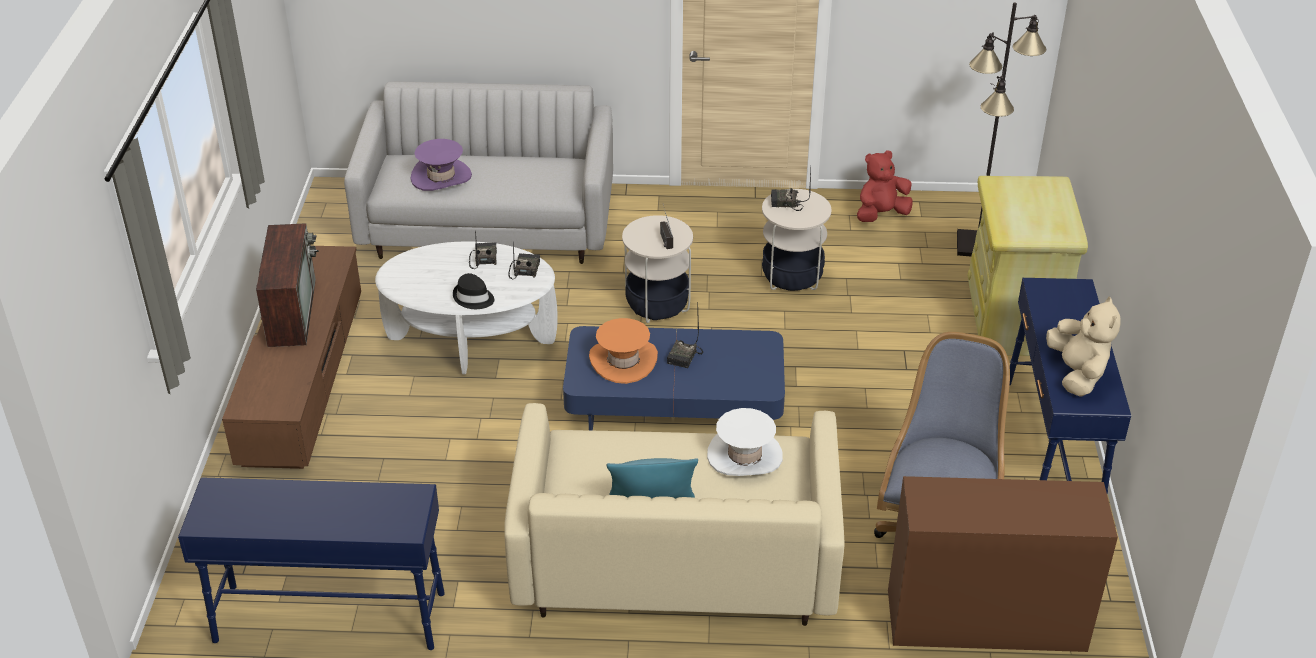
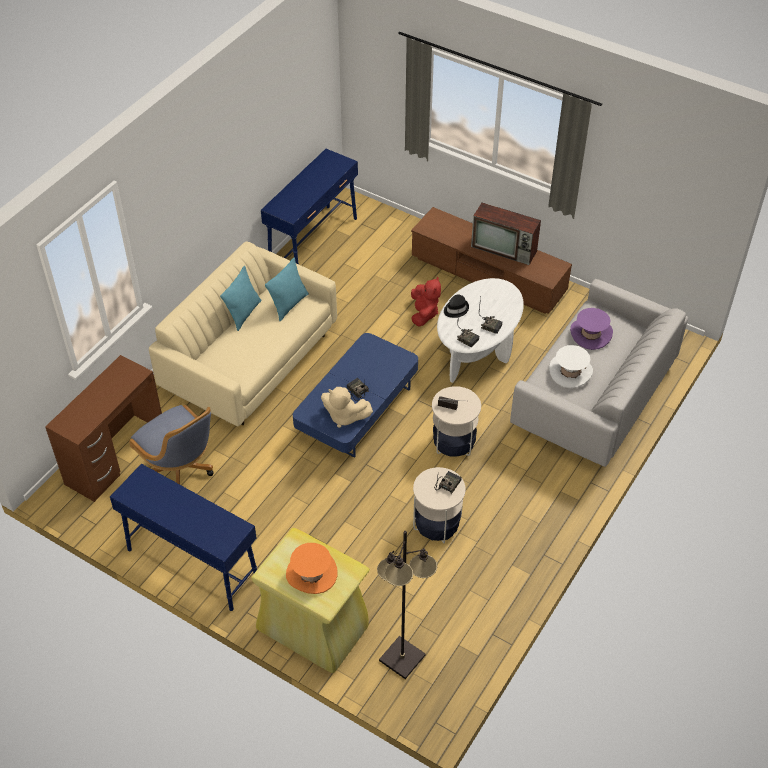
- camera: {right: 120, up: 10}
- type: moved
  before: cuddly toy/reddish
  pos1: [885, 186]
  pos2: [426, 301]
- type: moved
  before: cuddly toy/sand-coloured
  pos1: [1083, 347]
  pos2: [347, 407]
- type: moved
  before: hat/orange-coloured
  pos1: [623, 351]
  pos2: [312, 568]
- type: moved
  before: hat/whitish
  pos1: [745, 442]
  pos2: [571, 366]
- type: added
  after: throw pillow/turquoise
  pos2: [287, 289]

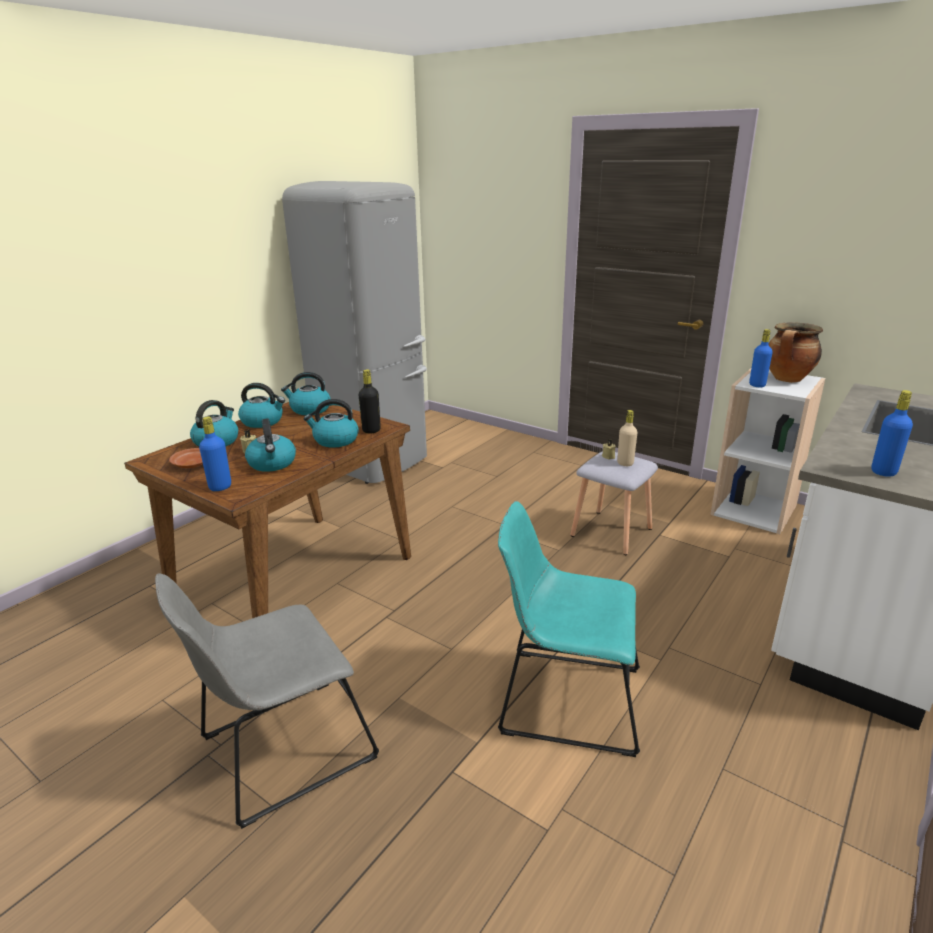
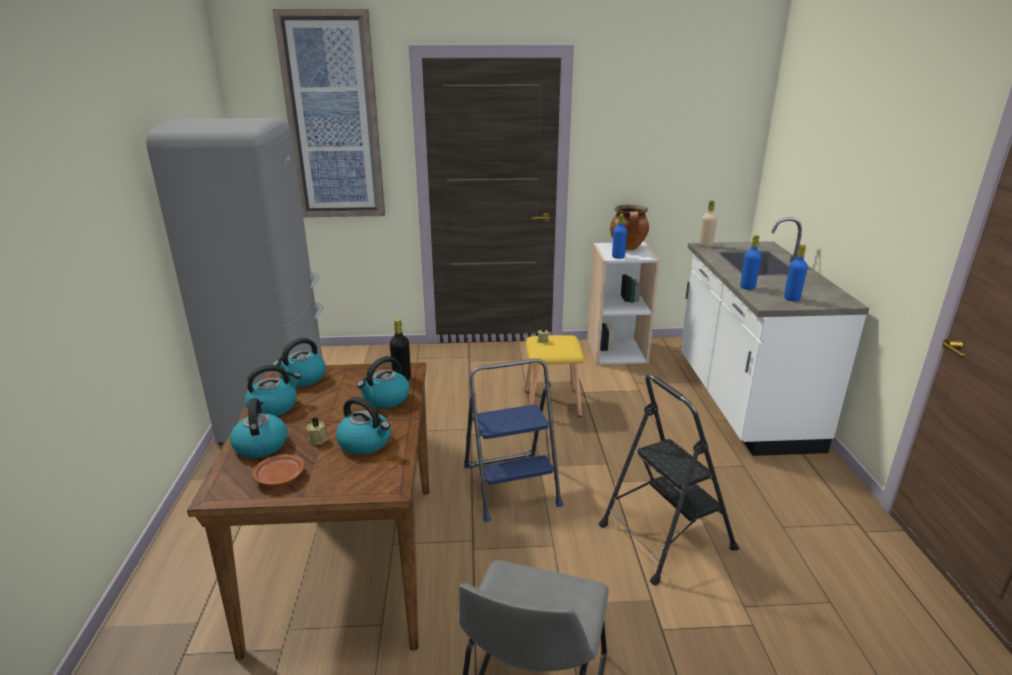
- camera: {right: -40, up: 0}
- type: moved
  before: drink bottle/sand-coloured
  pos1: [627, 438]
  pos2: [708, 223]
- type: moved
  before: drink bottle/blue
  pos1: [215, 453]
  pos2: [751, 262]
- type: recoloured
  before: sitting stool/gray
  after: sitting stool/yellowish
  pos1: [614, 503]
  pos2: [554, 376]
- type: replaced
  before: upright chair/turquoise
  after: step ladder/blackish
  pos1: [569, 629]
  pos2: [669, 479]
- type: added
  after: picture
  pos2: [328, 113]
- type: added
  after: step ladder/blue
  pos2: [514, 440]

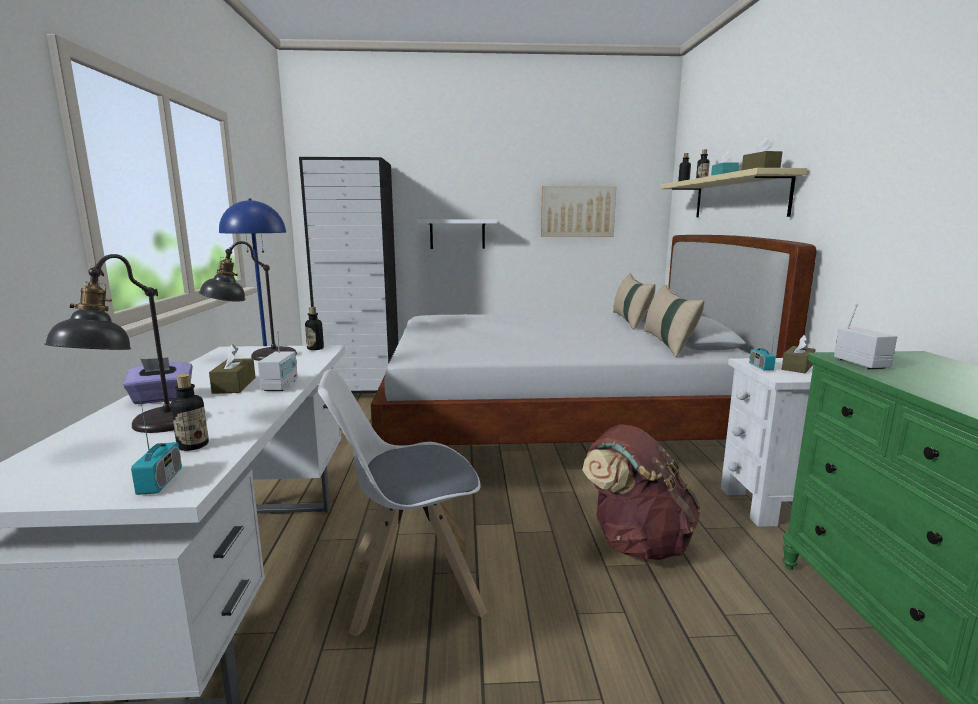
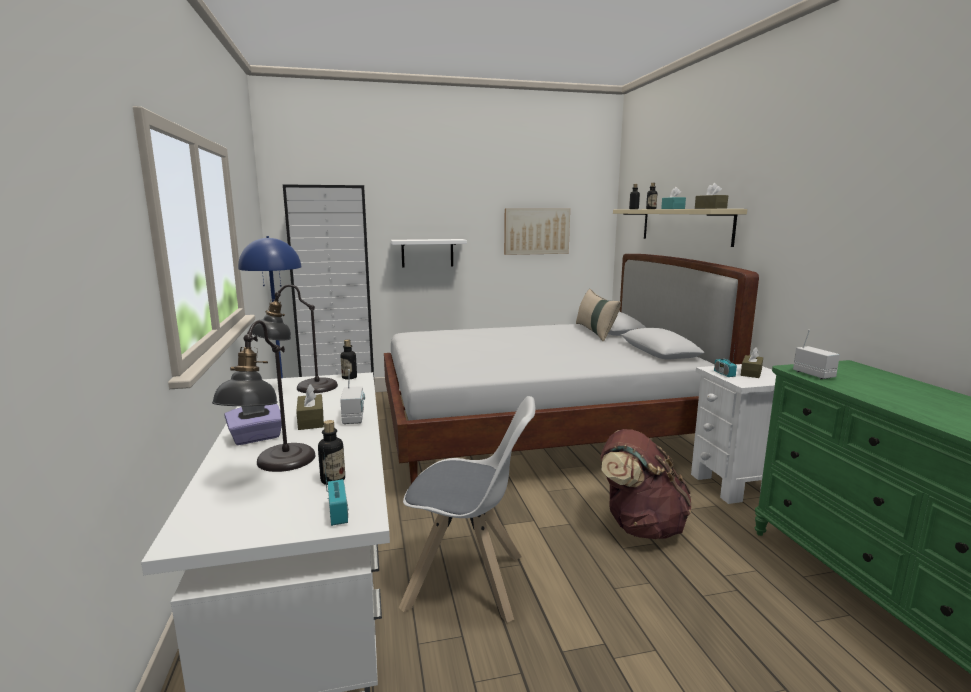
- camera: {right: -10, up: 0}
- type: removed
  before: throw pillow/sand-coloured
  pos1: [674, 321]
- type: turned
  before: upright chair
  pos1: [402, 503]
  pos2: [467, 509]
  turn: -150

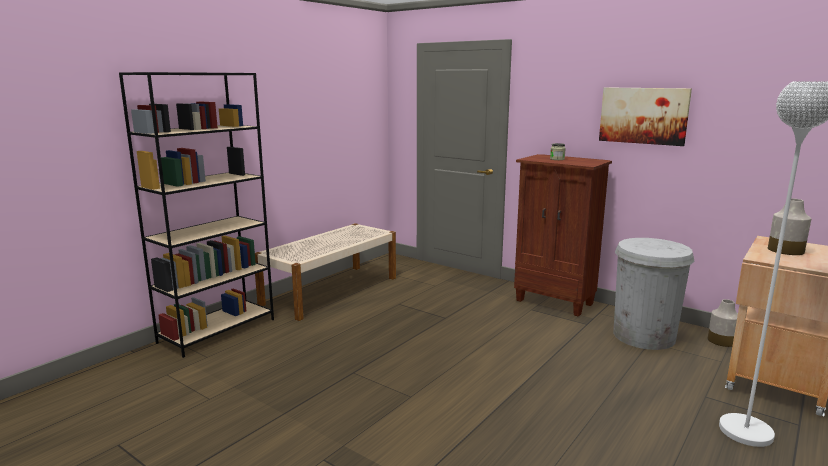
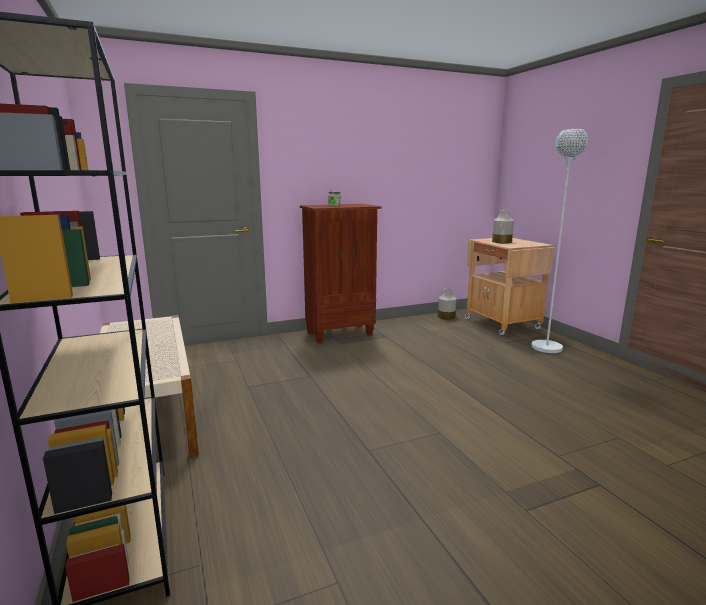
- camera: {right: -60, up: 0}
- type: removed
  before: picture
  pos1: [645, 116]
- type: removed
  before: trash can/whitish
  pos1: [654, 294]

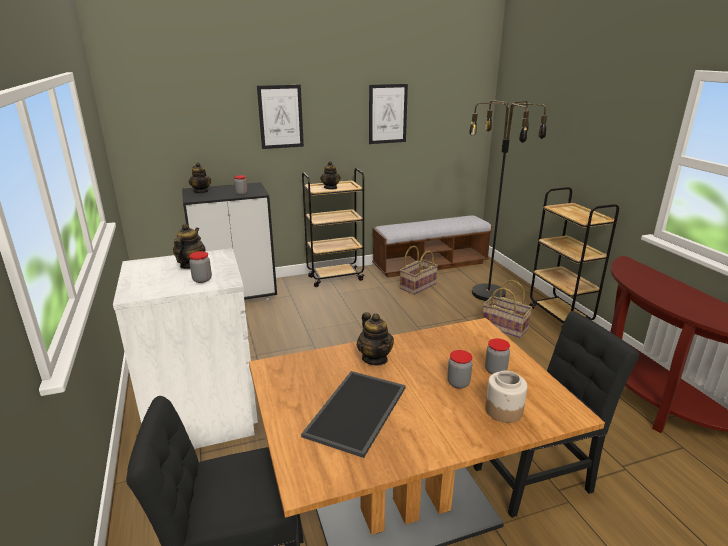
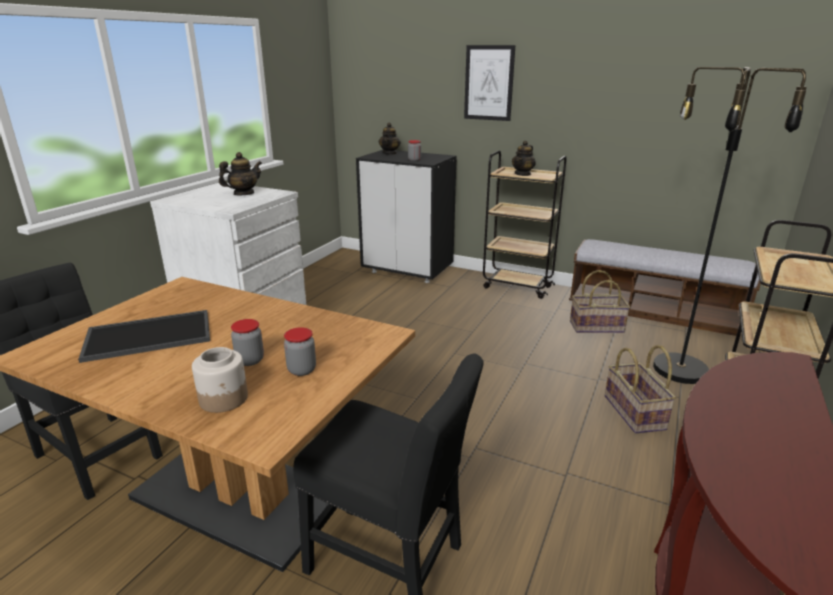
- camera: {right: 45, up: 0}
- type: removed
  before: picture
  pos1: [388, 114]
- type: removed
  before: preserve jar
  pos1: [200, 267]
- type: removed
  before: tea pot
  pos1: [375, 339]

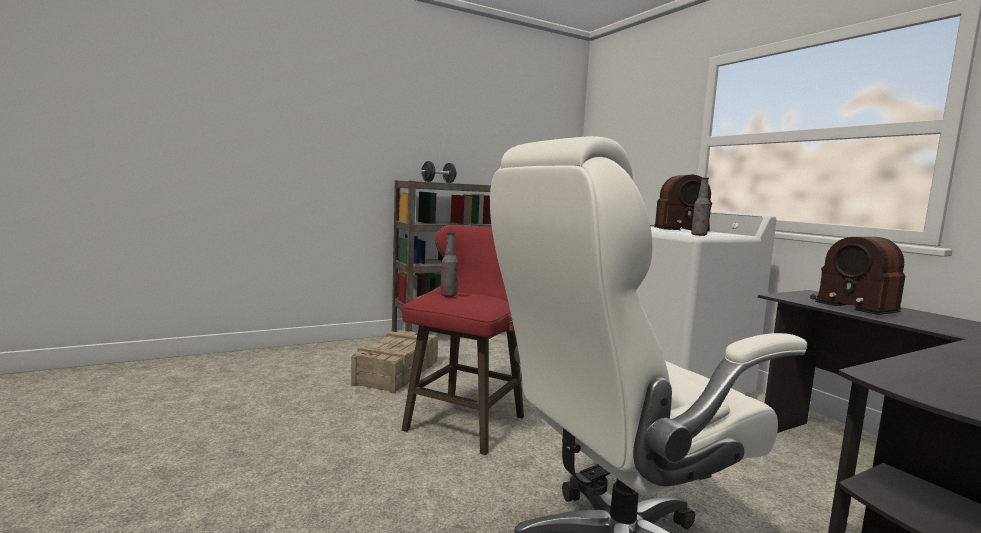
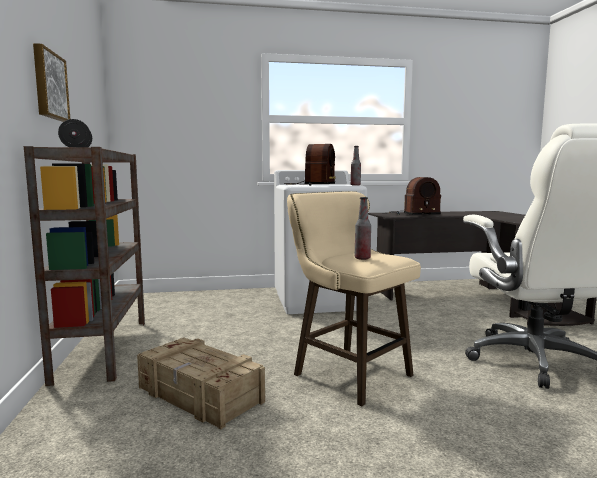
- camera: {right: -70, up: 0}
- type: recoloured
  before: sitting stool/reddish
  after: sitting stool/sand-coloured
  pos1: [463, 340]
  pos2: [354, 299]
- type: added
  after: picture
  pos2: [51, 82]

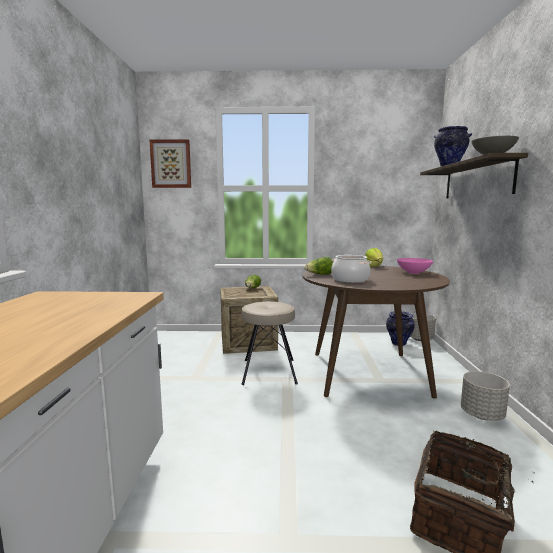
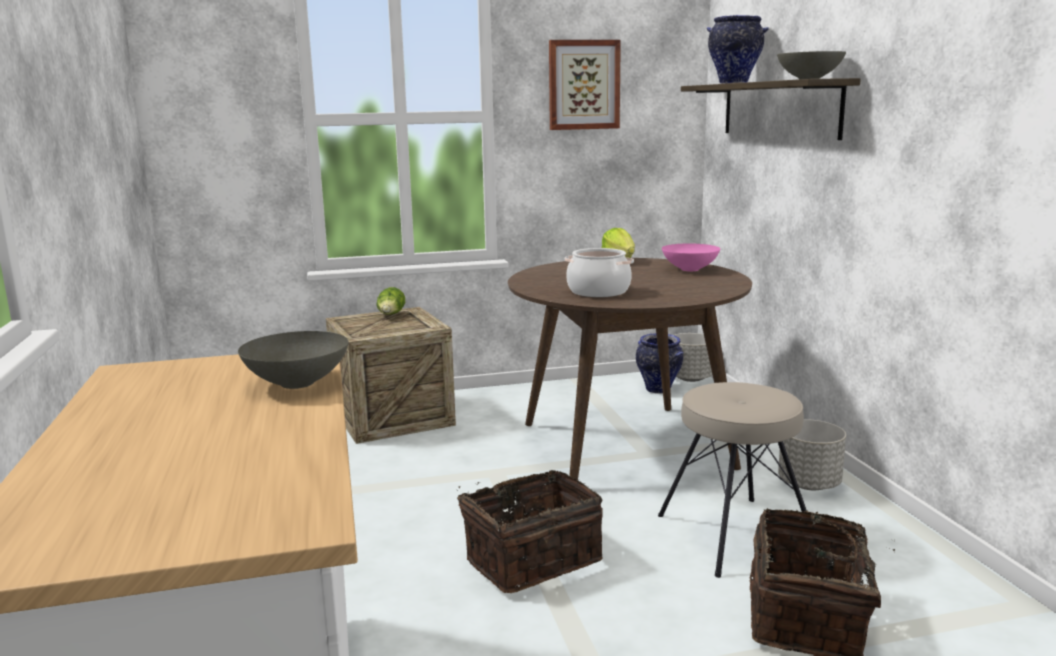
- camera: {right: -15, up: 5}
- type: moved
  before: picture
  pos1: [170, 163]
  pos2: [585, 85]
- type: removed
  before: lettuce
  pos1: [318, 266]
- type: moved
  before: sitting stool/sand-coloured
  pos1: [270, 343]
  pos2: [736, 480]
- type: added
  after: deep dish/gray
  pos2: [293, 360]
- type: added
  after: basket
  pos2: [530, 531]

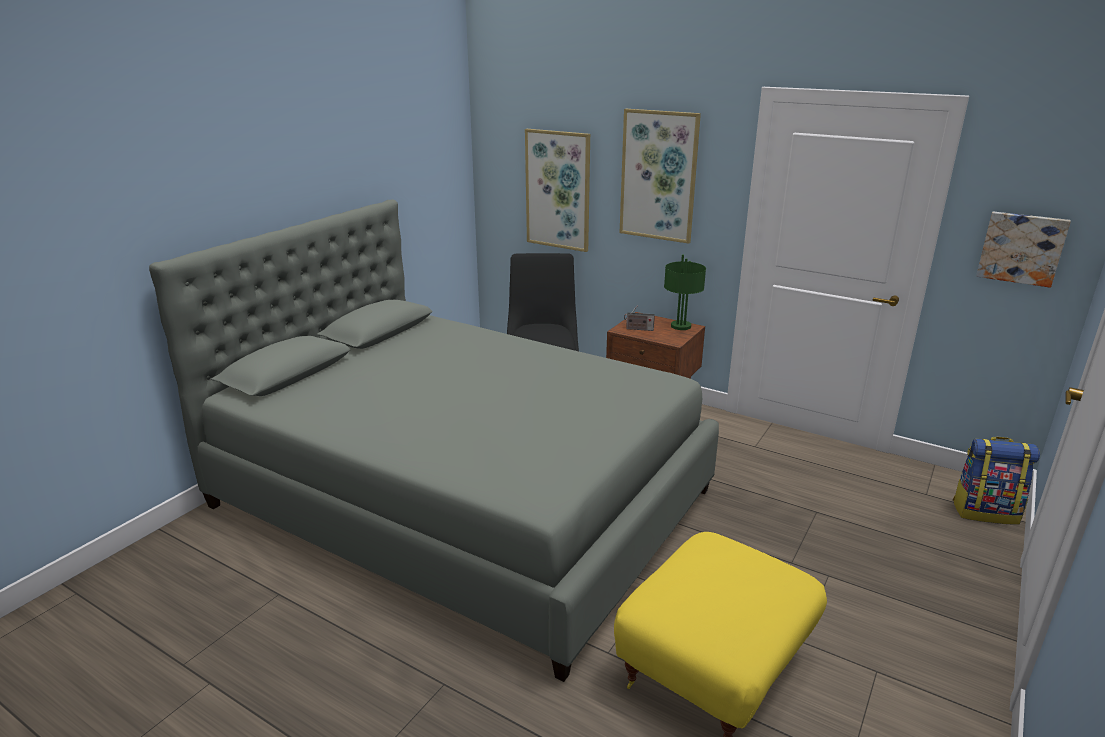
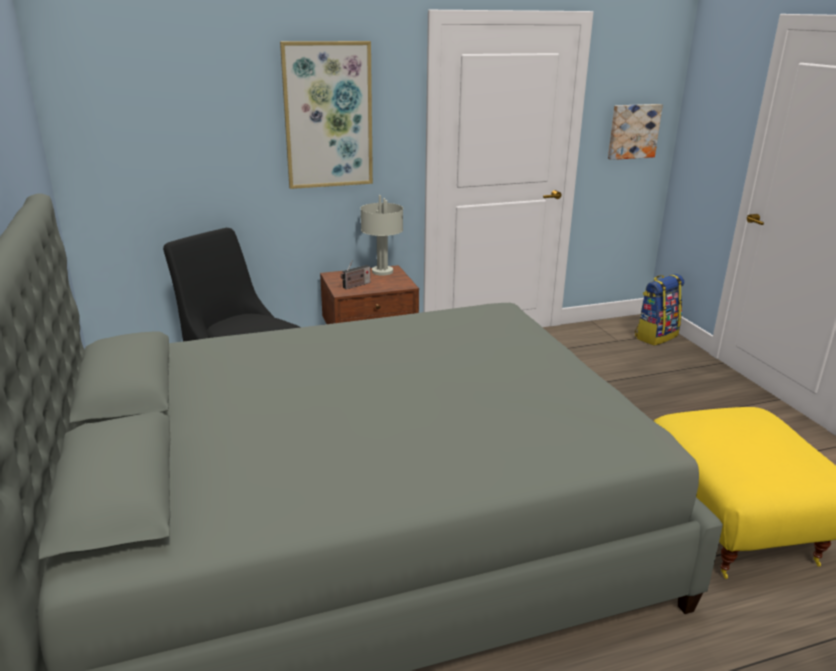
- camera: {right: -50, up: 0}
- type: removed
  before: picture
  pos1: [557, 190]
- type: recoloured
  before: tabletop lamp/greenish
  after: tabletop lamp/gray
  pos1: [685, 292]
  pos2: [381, 235]

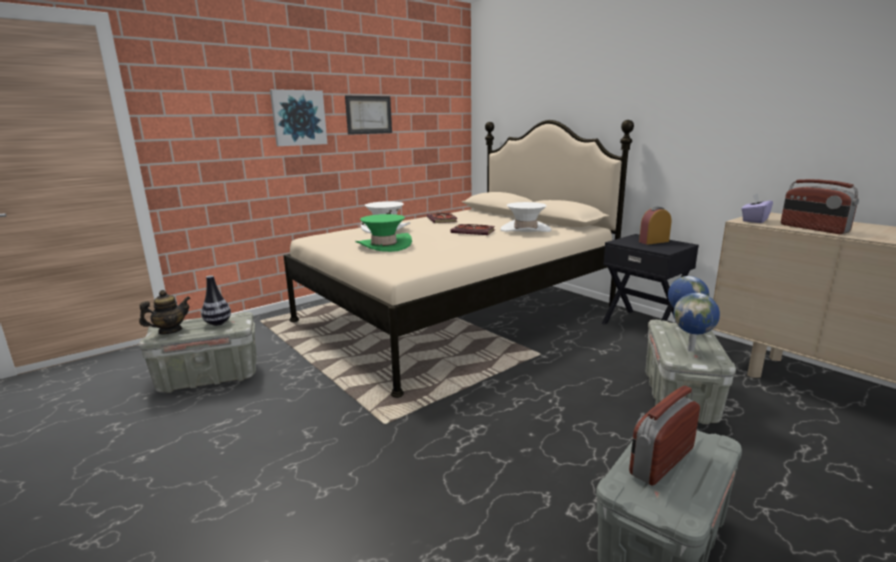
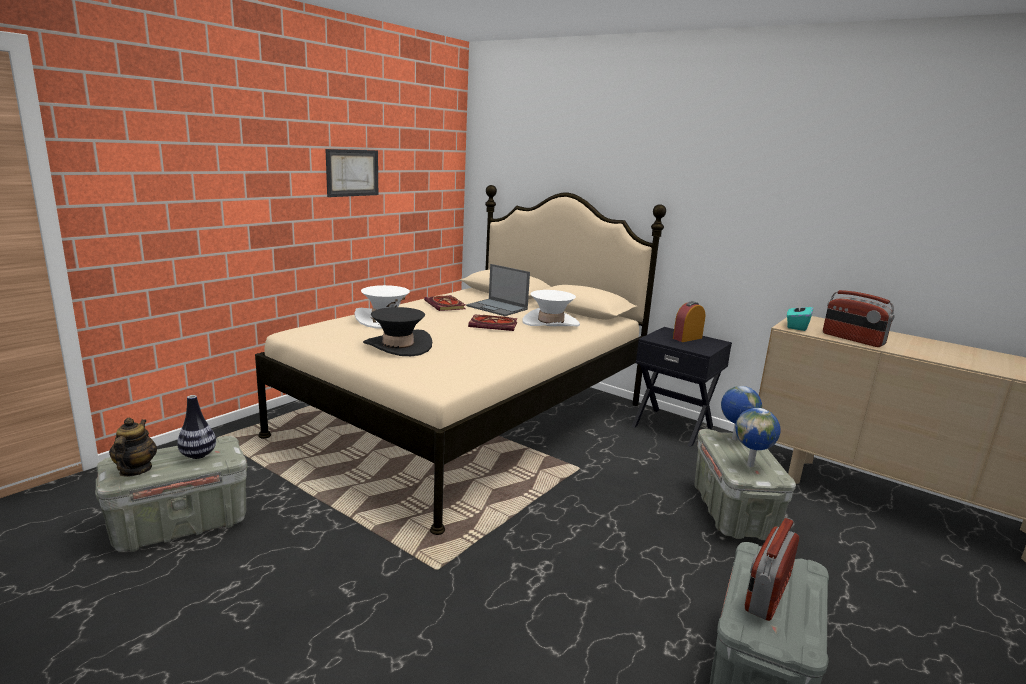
- camera: {right: -15, up: 0}
- type: removed
  before: picture
  pos1: [298, 117]
- type: recoloured
  before: box of tissues/purple
  after: box of tissues/turquoise
  pos1: [757, 208]
  pos2: [800, 315]
- type: recoloured
  before: hat/greenish
  after: hat/blackish
  pos1: [383, 233]
  pos2: [397, 331]
- type: turned
  before: tea pot
  pos1: [165, 312]
  pos2: [133, 447]
  turn: -45
- type: added
  after: portable computer
  pos2: [498, 290]

